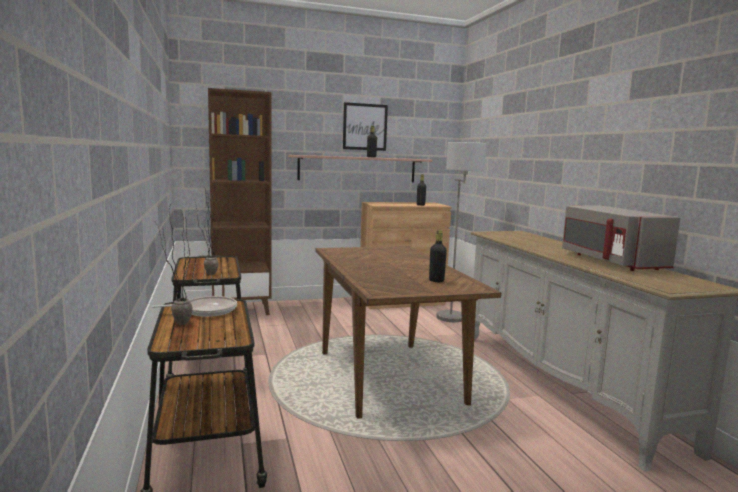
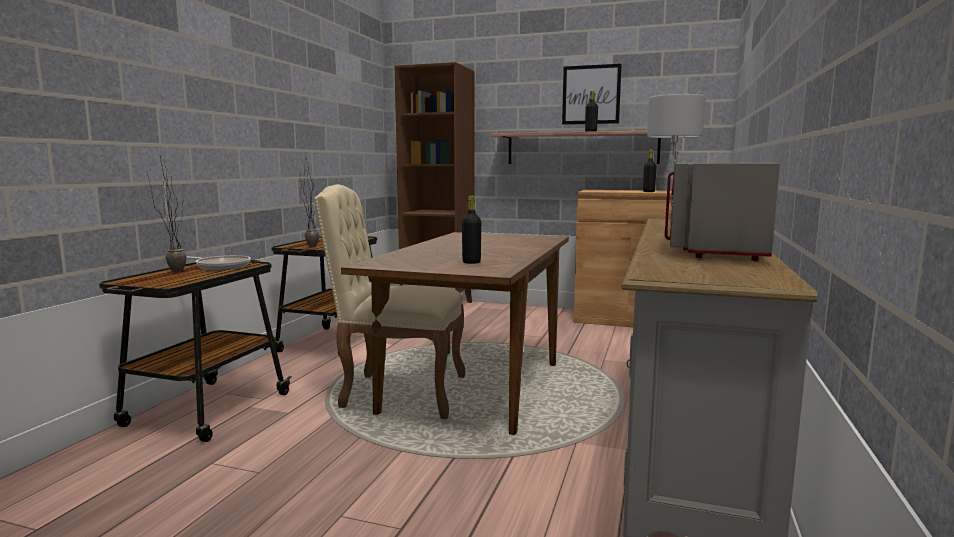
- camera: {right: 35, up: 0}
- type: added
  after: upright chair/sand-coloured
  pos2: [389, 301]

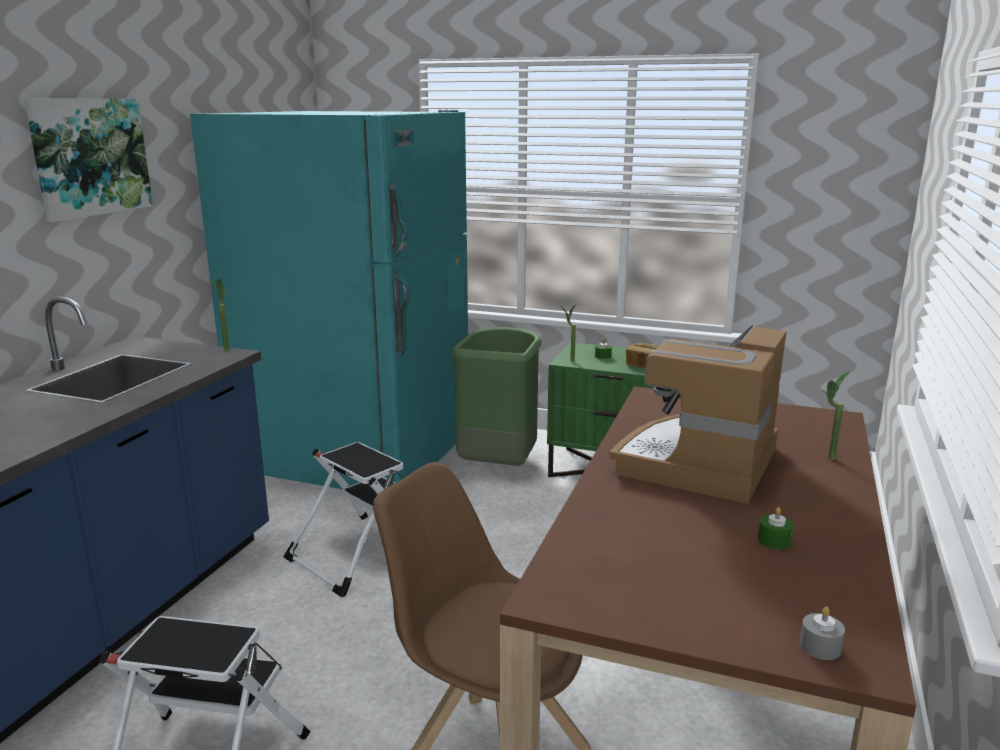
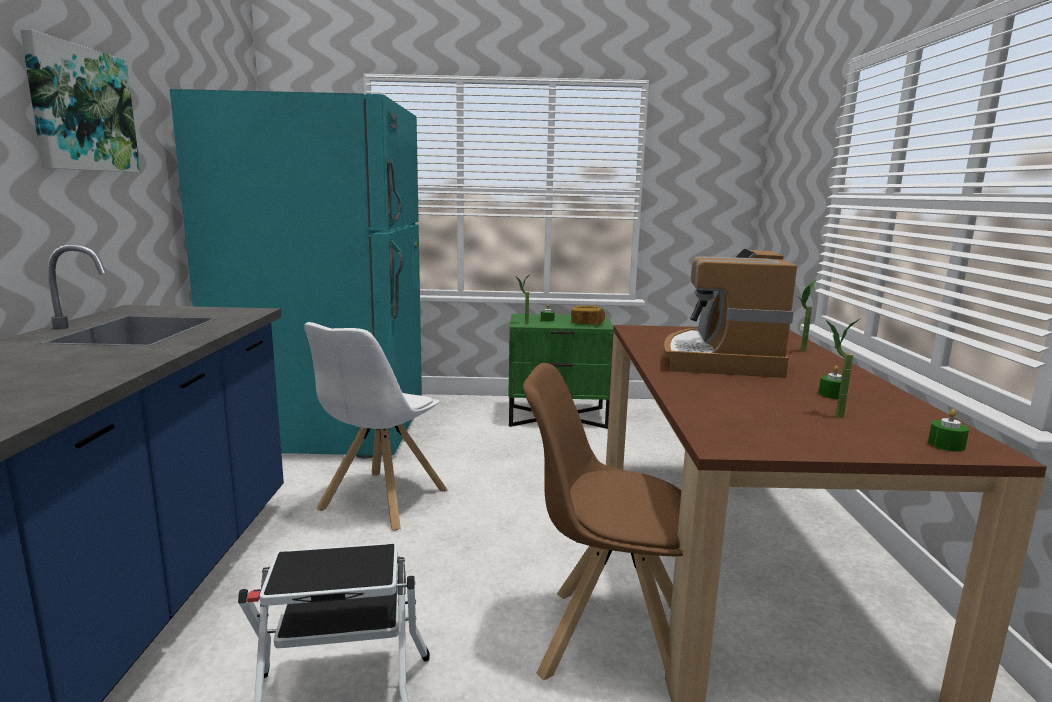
- camera: {right: -20, up: -5}
- type: moved
  before: potted plant
  pos1: [219, 314]
  pos2: [843, 368]
- type: removed
  before: trash can/greenish
  pos1: [496, 396]
- type: replaced
  before: step ladder
  after: upright chair/whitish
  pos1: [343, 519]
  pos2: [375, 426]
- type: recoloured
  before: candle/gray
  after: candle/greenish
  pos1: [822, 633]
  pos2: [948, 430]

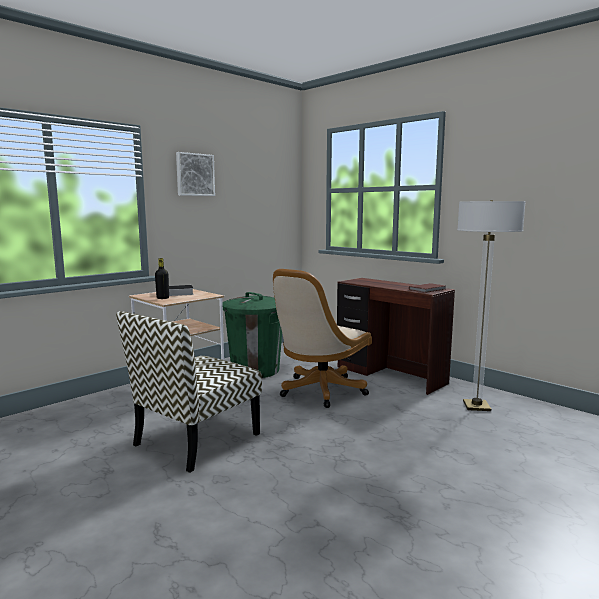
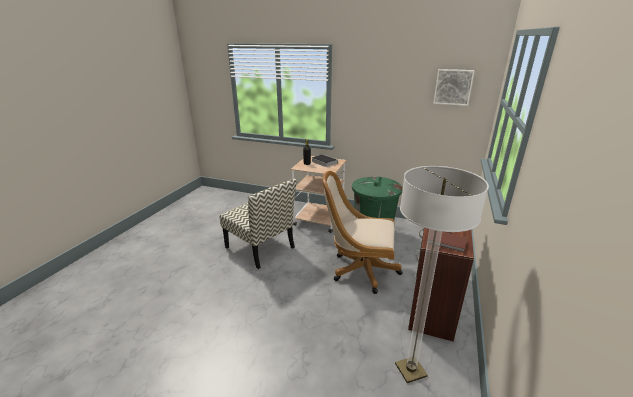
- camera: {right: 65, up: 15}
- type: moved
  before: picture
  pos1: [195, 174]
  pos2: [454, 87]
- type: turned
  before: upright chair
  pos1: [189, 392]
  pos2: [258, 223]
  turn: -150

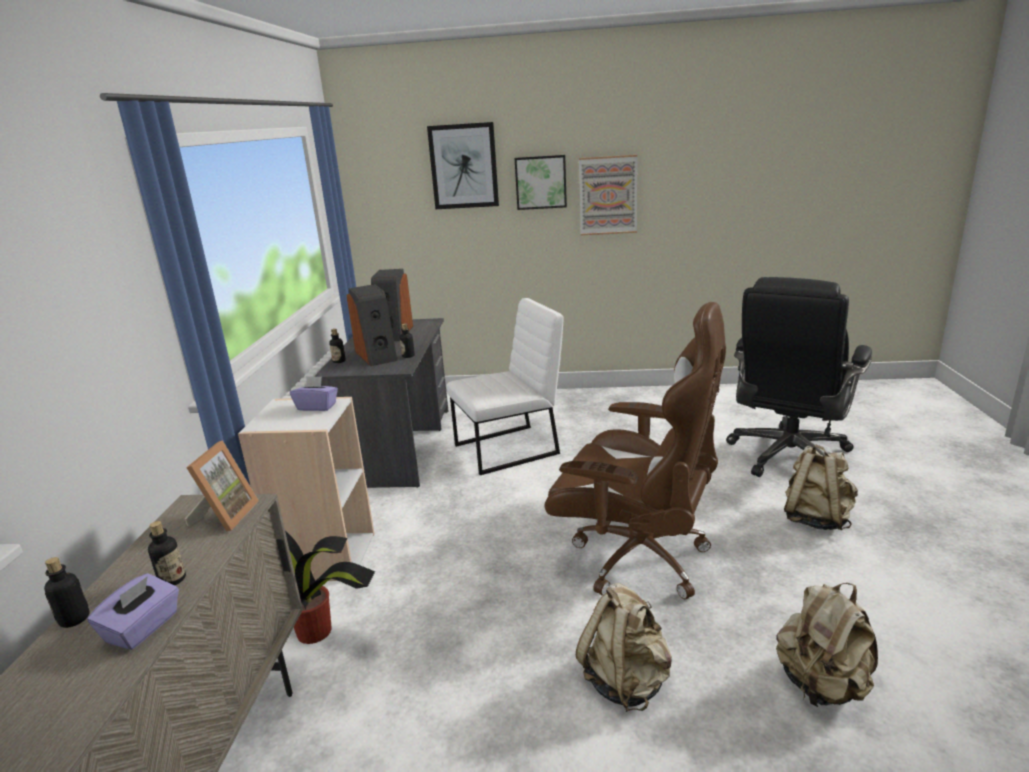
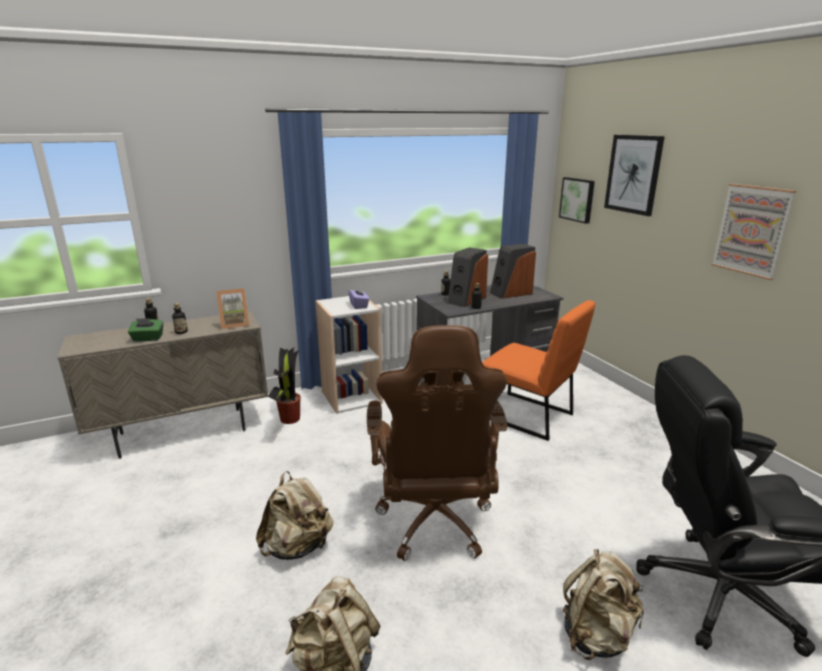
- camera: {right: 60, up: 0}
- type: moved
  before: picture
  pos1: [541, 182]
  pos2: [577, 200]
- type: recoloured
  before: upright chair/whitish
  after: upright chair/orange-coloured
  pos1: [505, 386]
  pos2: [538, 370]
- type: recoloured
  before: box of tissues/purple
  after: box of tissues/greenish
  pos1: [133, 611]
  pos2: [145, 330]

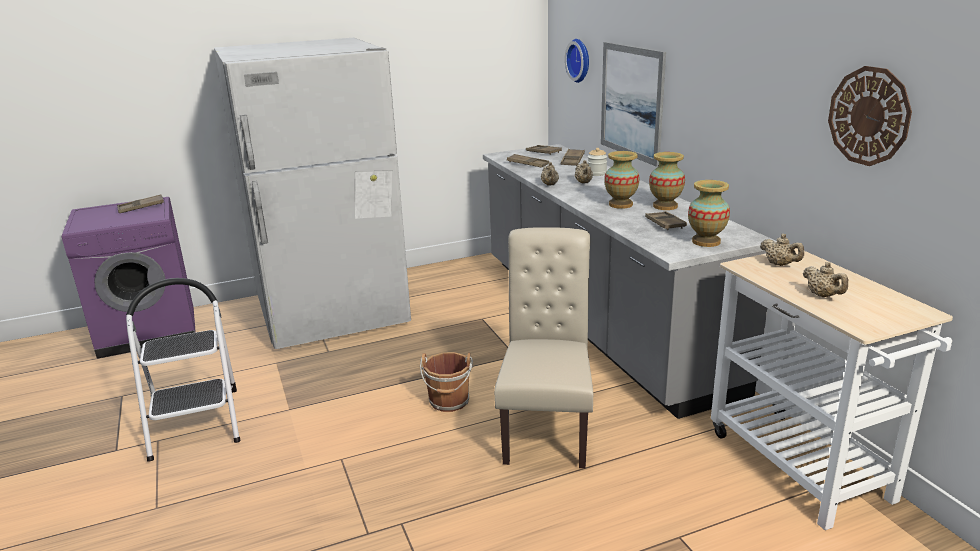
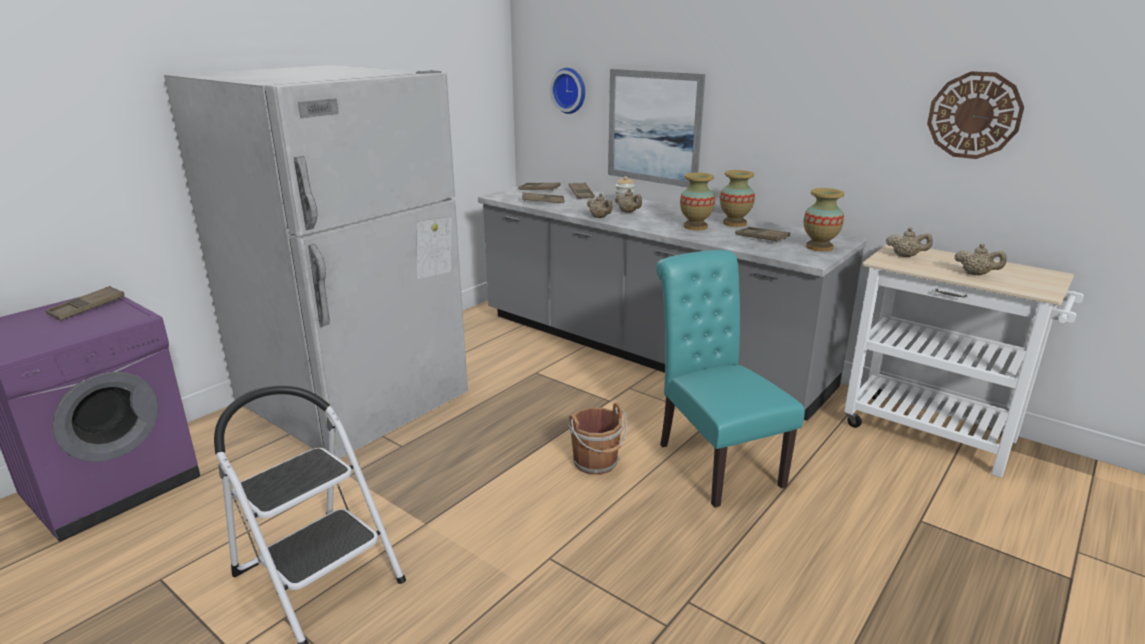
- camera: {right: -30, up: 0}
- type: recoloured
  before: upright chair/sand-coloured
  after: upright chair/turquoise
  pos1: [543, 347]
  pos2: [730, 378]

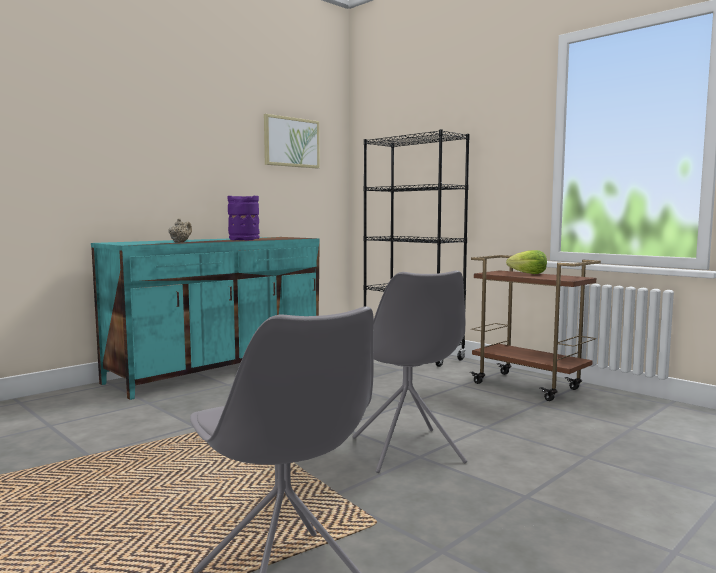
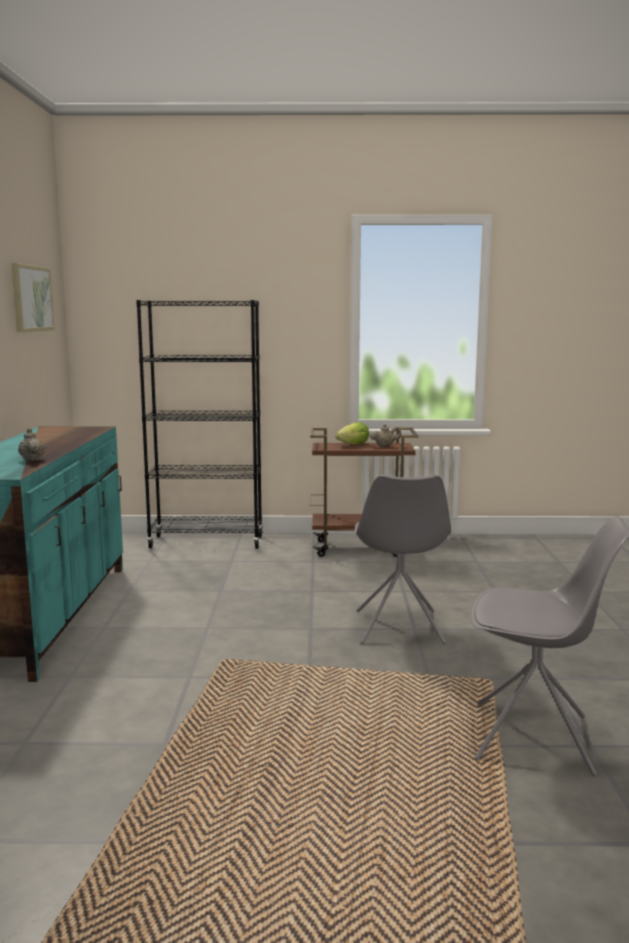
- camera: {right: -45, up: 5}
- type: removed
  before: flower vase/purple
  pos1: [243, 218]
- type: turned
  before: upright chair/gray
  pos1: [410, 371]
  pos2: [403, 559]
  turn: 60
- type: added
  after: tea pot/sand-coloured
  pos2: [385, 435]

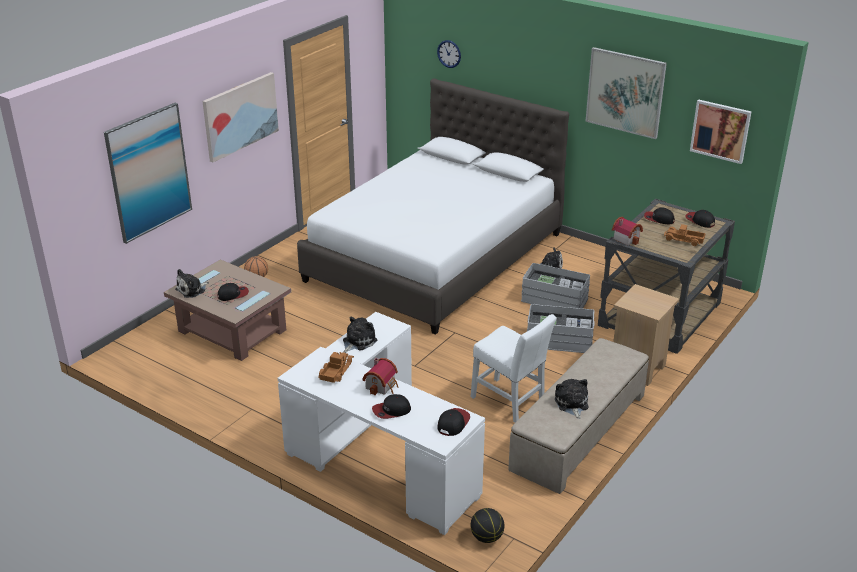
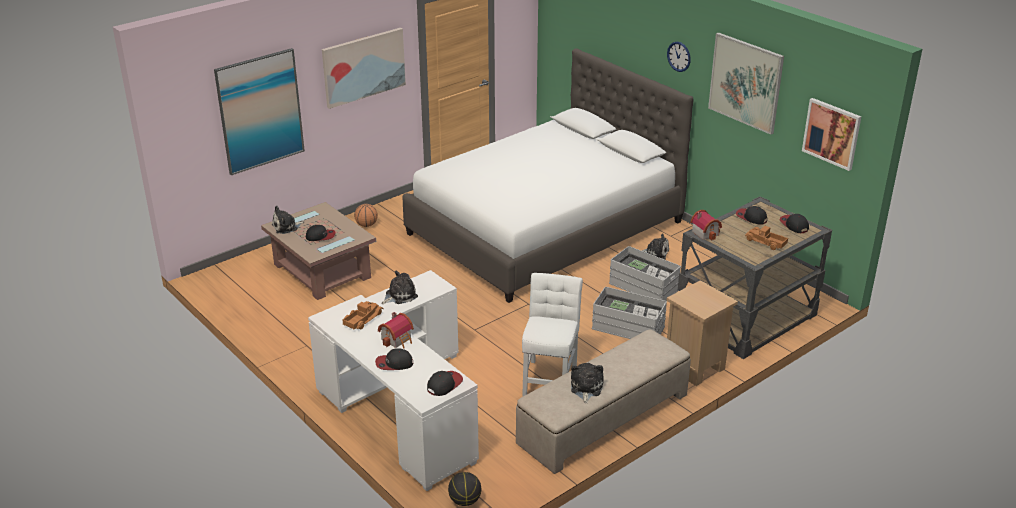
- camera: {right: 15, up: 0}
- type: moved
  before: clock on the wall
  pos1: [449, 54]
  pos2: [679, 57]
- type: turned
  before: upright chair/whitish
  pos1: [513, 368]
  pos2: [552, 335]
  turn: -135

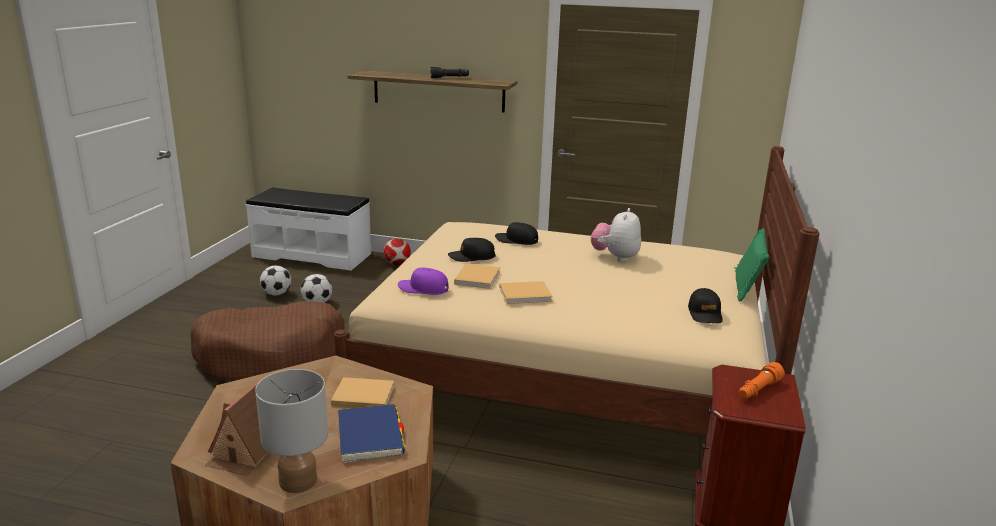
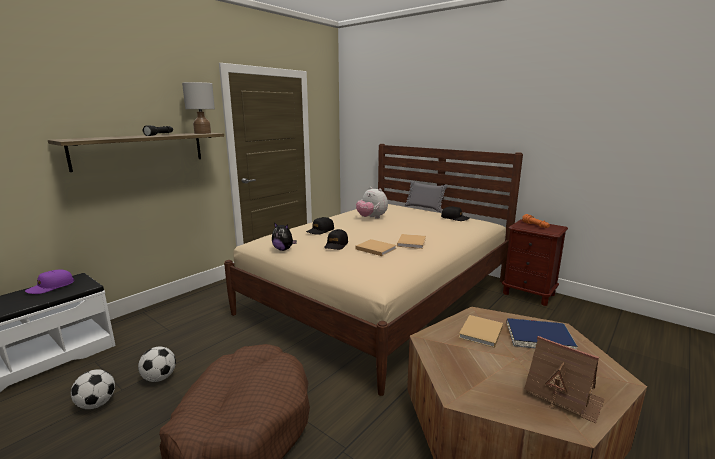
- camera: {right: -65, up: -5}
- type: recoloured
  before: throw pillow/greenish
  after: throw pillow/gray
  pos1: [752, 264]
  pos2: [426, 196]
- type: removed
  before: football ball
  pos1: [397, 251]
- type: moved
  before: peaked cap/purple
  pos1: [423, 281]
  pos2: [49, 281]
- type: moved
  before: tabletop lamp/gray
  pos1: [291, 431]
  pos2: [198, 108]
- type: added
  after: cuddly toy
  pos2: [284, 236]

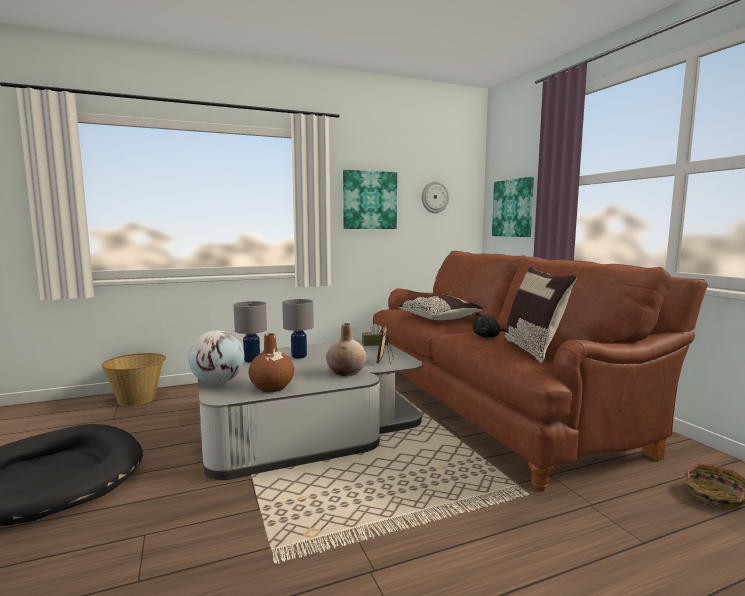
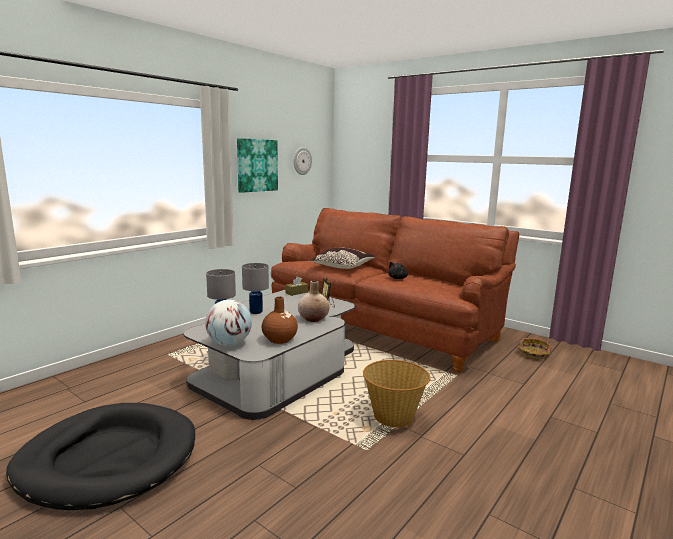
- camera: {right: -30, up: 5}
- type: removed
  before: picture
  pos1: [513, 207]
- type: removed
  before: throw pillow
  pos1: [541, 315]
- type: moved
  before: basket
  pos1: [134, 379]
  pos2: [396, 394]

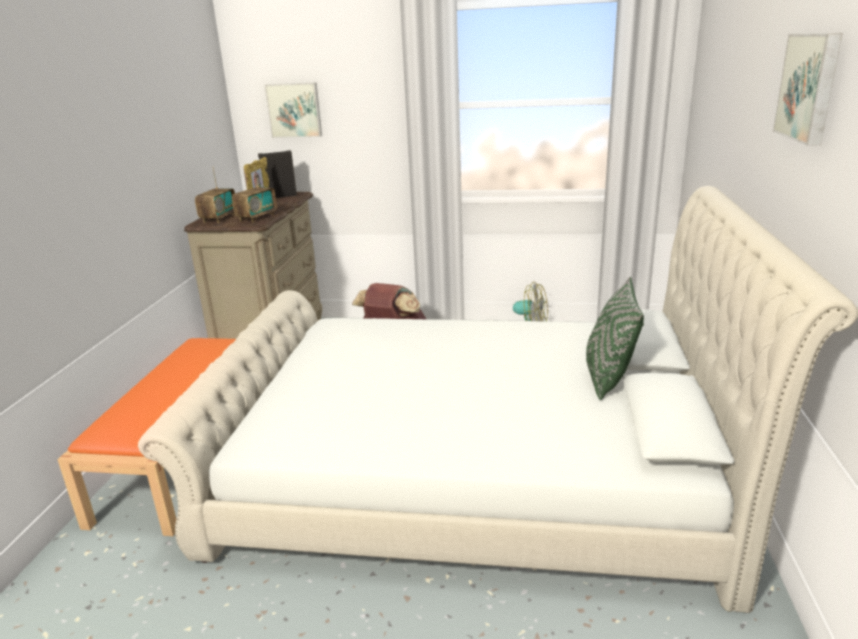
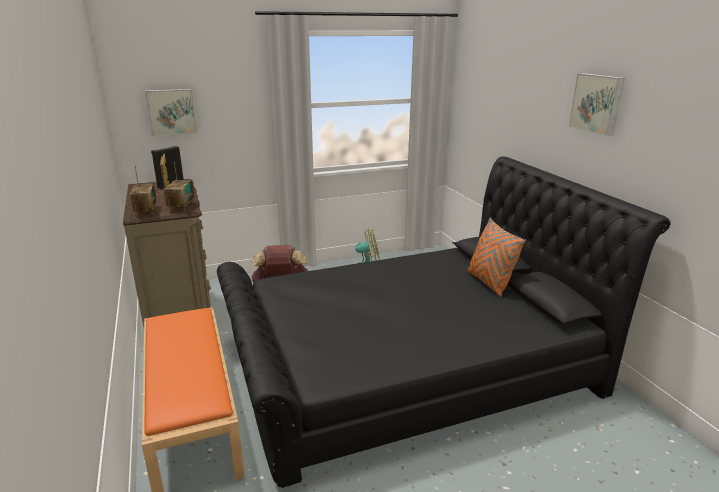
- camera: {right: -30, up: 0}
- type: recoloured
  before: bed/sand-coloured
  after: bed/blackish
  pos1: [498, 399]
  pos2: [443, 322]
- type: recoloured
  before: throw pillow/greenish
  after: throw pillow/orange-coloured
  pos1: [615, 338]
  pos2: [496, 257]

